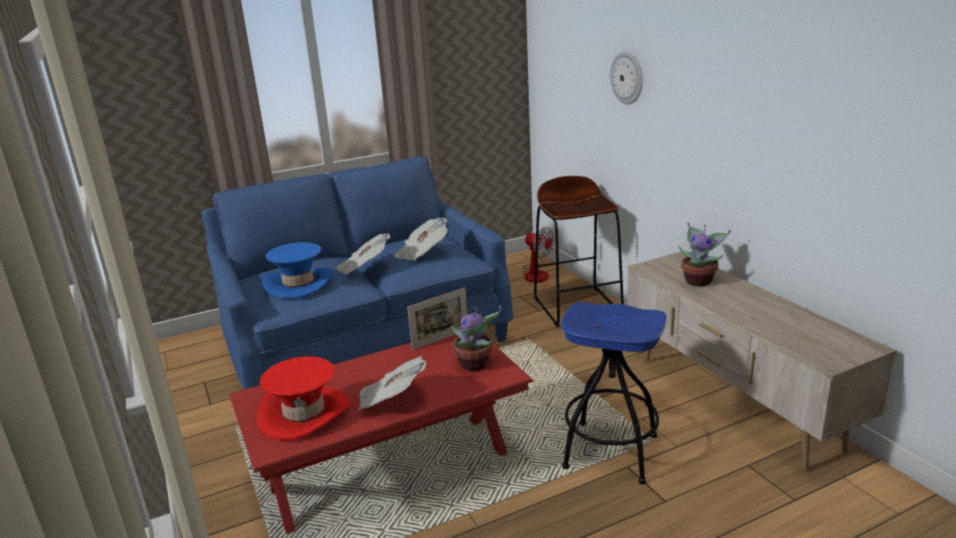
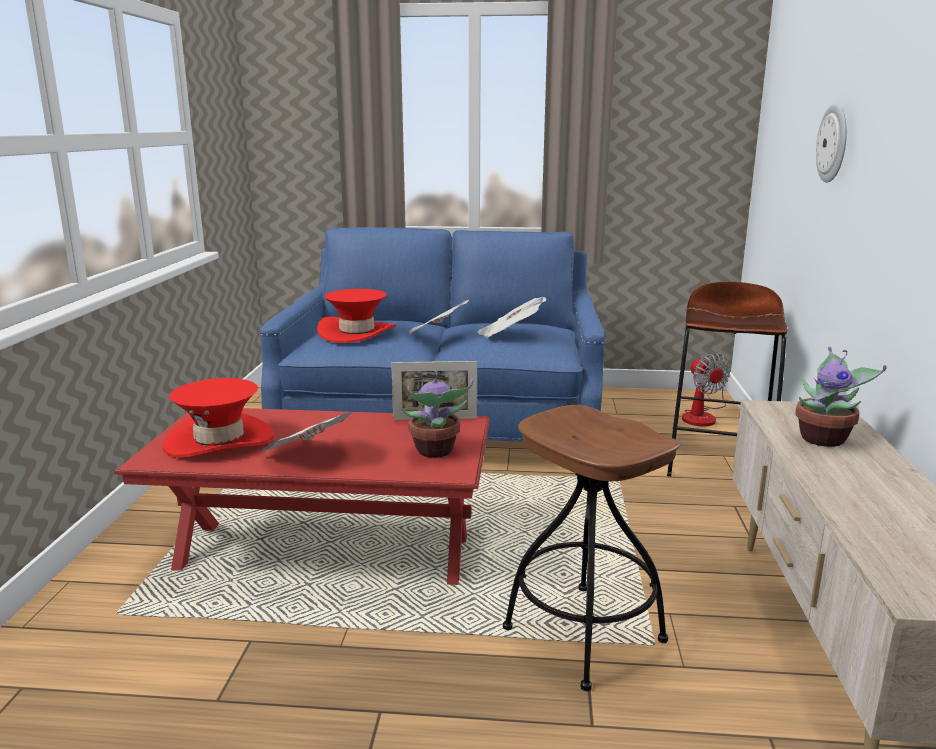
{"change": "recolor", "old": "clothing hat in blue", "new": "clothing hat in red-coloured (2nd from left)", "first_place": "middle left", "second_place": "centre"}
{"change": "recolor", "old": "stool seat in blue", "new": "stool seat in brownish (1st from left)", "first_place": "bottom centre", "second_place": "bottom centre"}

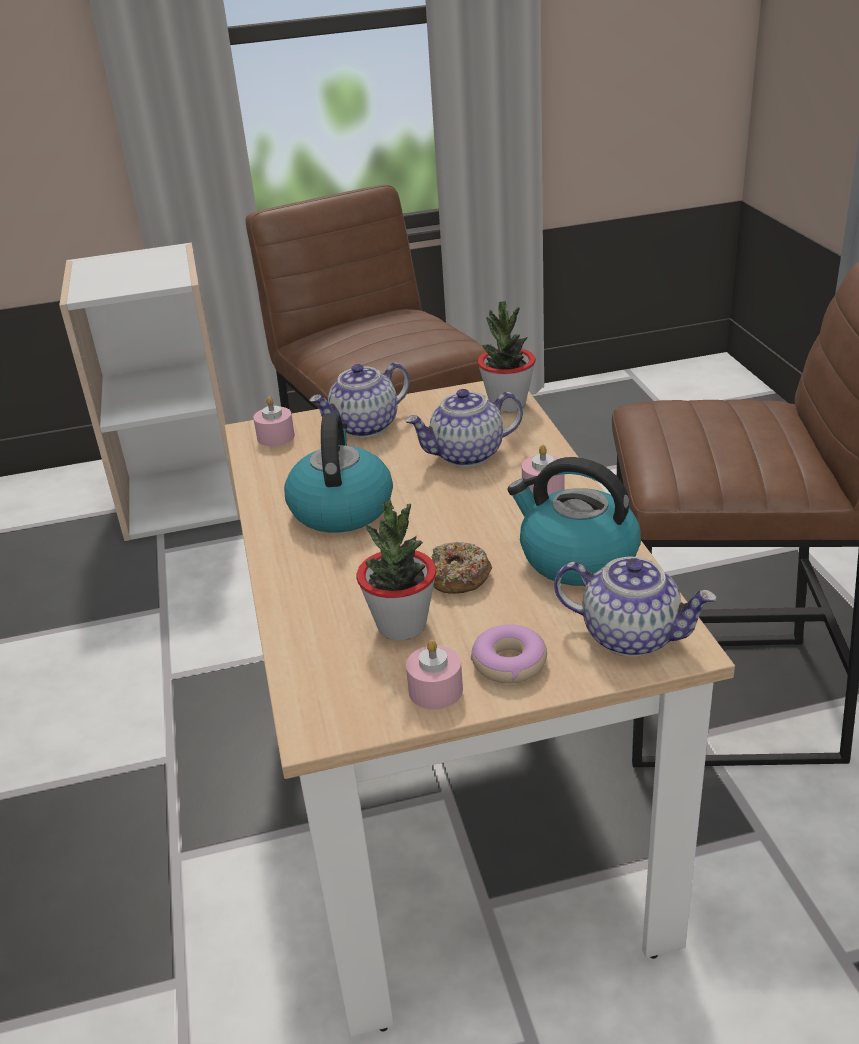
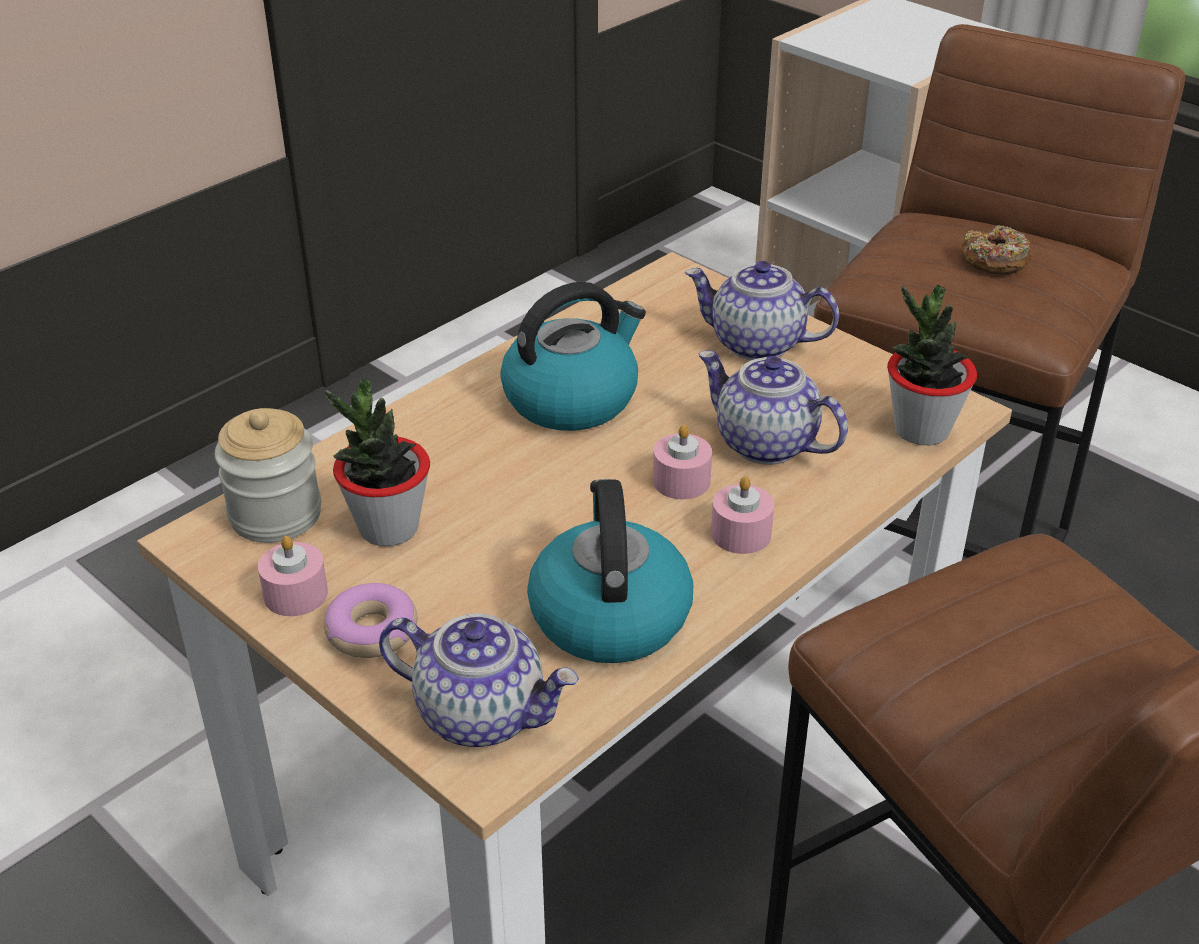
{"change": "insert", "new": "storage jar", "second_place": "middle left"}
{"change": "rotate", "old": "pot for tea (3rd from left in the first image)", "first_place": "middle right", "second_place": "bottom centre", "degrees": -60}
{"change": "move", "old": "candle in pink-coloured (1st from left in the first image)", "new": "candle in pink-coloured (2nd from left)", "first_place": "middle left", "second_place": "centre"}
{"change": "move", "old": "donut (1st from left in the first image)", "new": "donut (2nd from left)", "first_place": "centre", "second_place": "top right"}

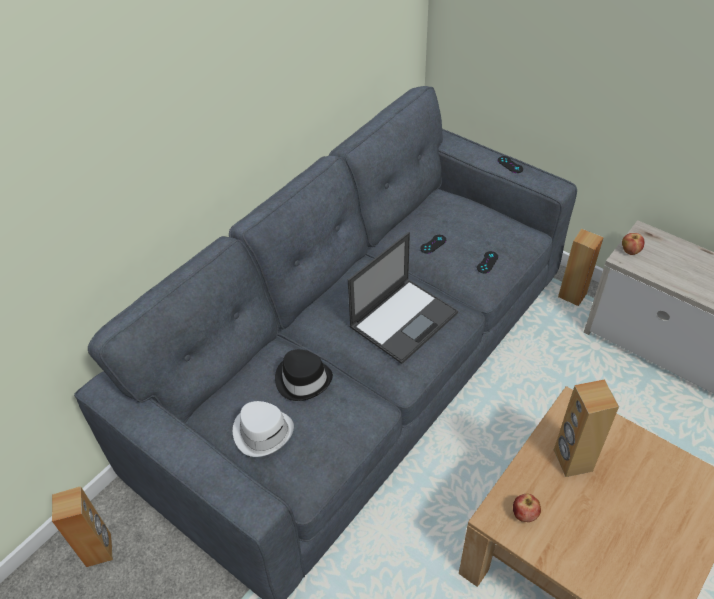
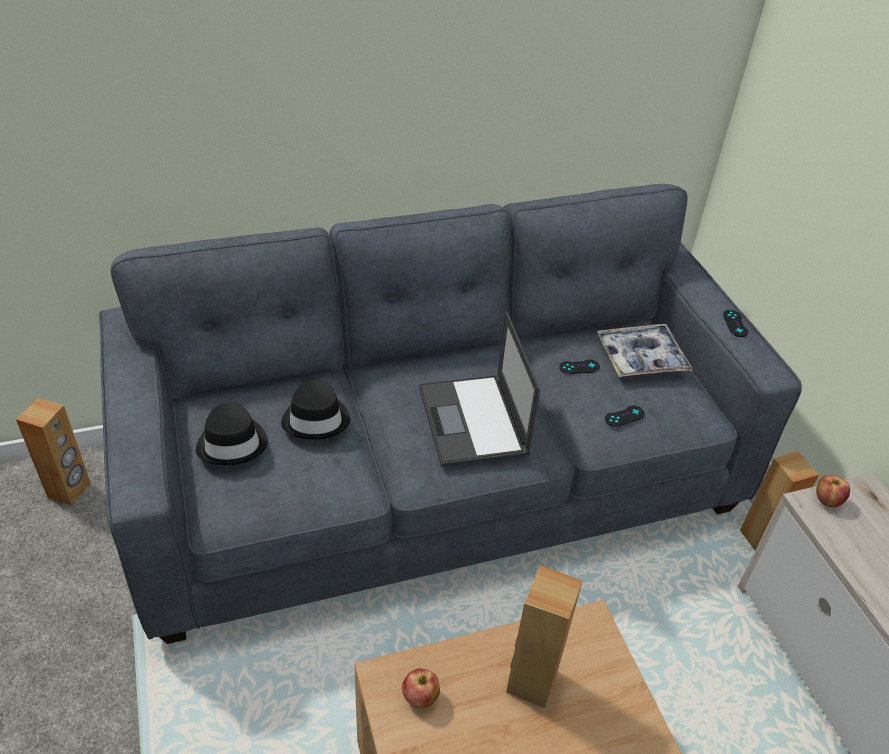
{"change": "recolor", "old": "clothing hat in white-coloured", "new": "clothing hat in black (1st from left)", "first_place": "bottom centre", "second_place": "middle left"}
{"change": "rotate", "old": "portable computer", "first_place": "centre", "second_place": "centre", "degrees": 90}
{"change": "insert", "new": "tray", "second_place": "middle right"}

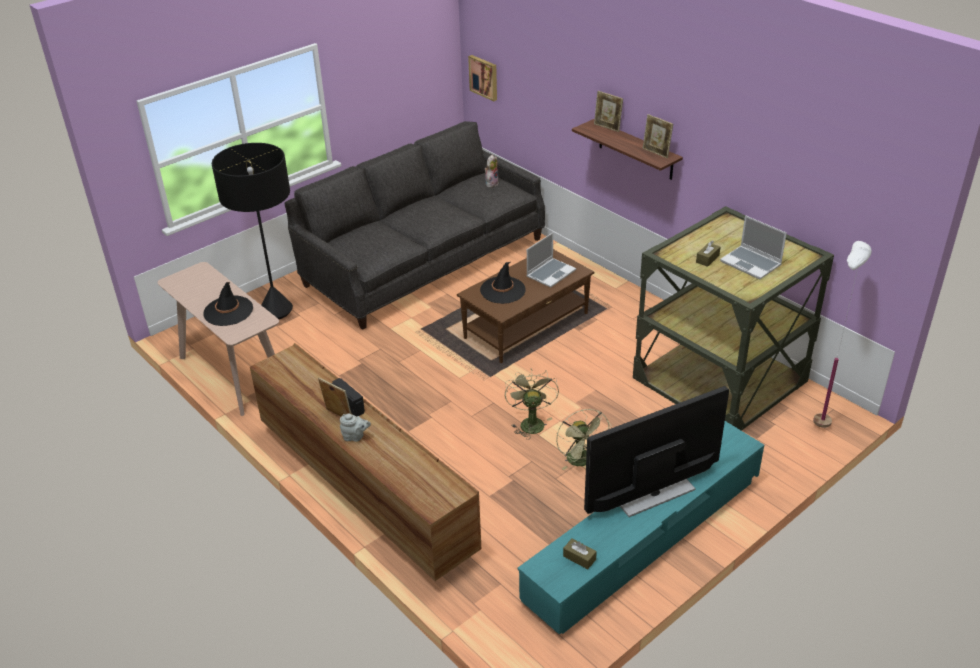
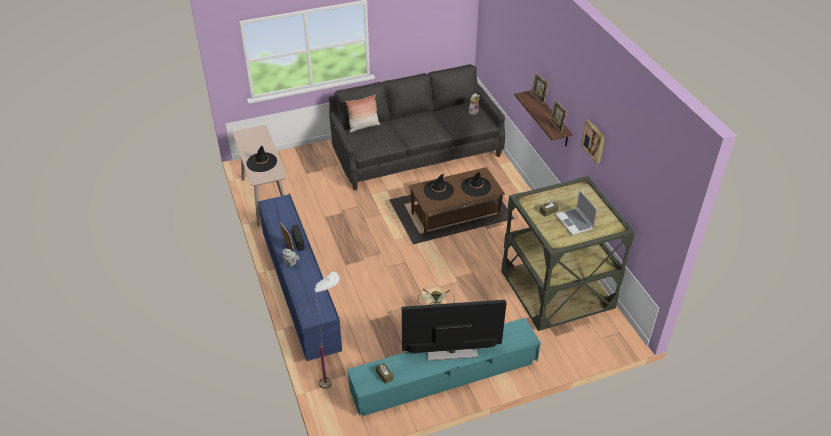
{"change": "recolor", "old": "cupboard in brownish", "new": "cupboard in blue", "first_place": "bottom centre", "second_place": "centre"}
{"change": "move", "old": "standard lamp in white-coloured", "first_place": "middle right", "second_place": "bottom centre"}
{"change": "insert", "new": "throw pillow", "second_place": "top centre"}
{"change": "replace", "old": "portable computer (1st from left)", "new": "clothing hat in black (3rd from left)", "first_place": "centre", "second_place": "centre"}
{"change": "move", "old": "wall art", "first_place": "top centre", "second_place": "top right"}
{"change": "delete", "old": "standard lamp in black", "first_place": "middle left"}
{"change": "delete", "old": "electric fan in greenish (1st from left)", "first_place": "centre"}

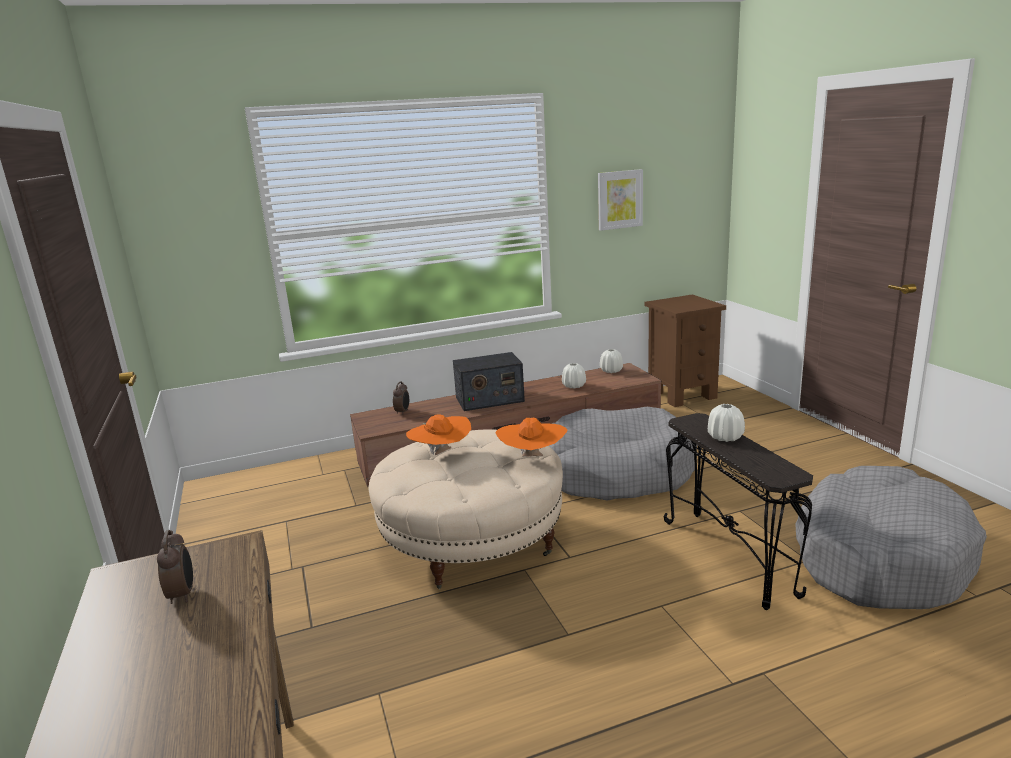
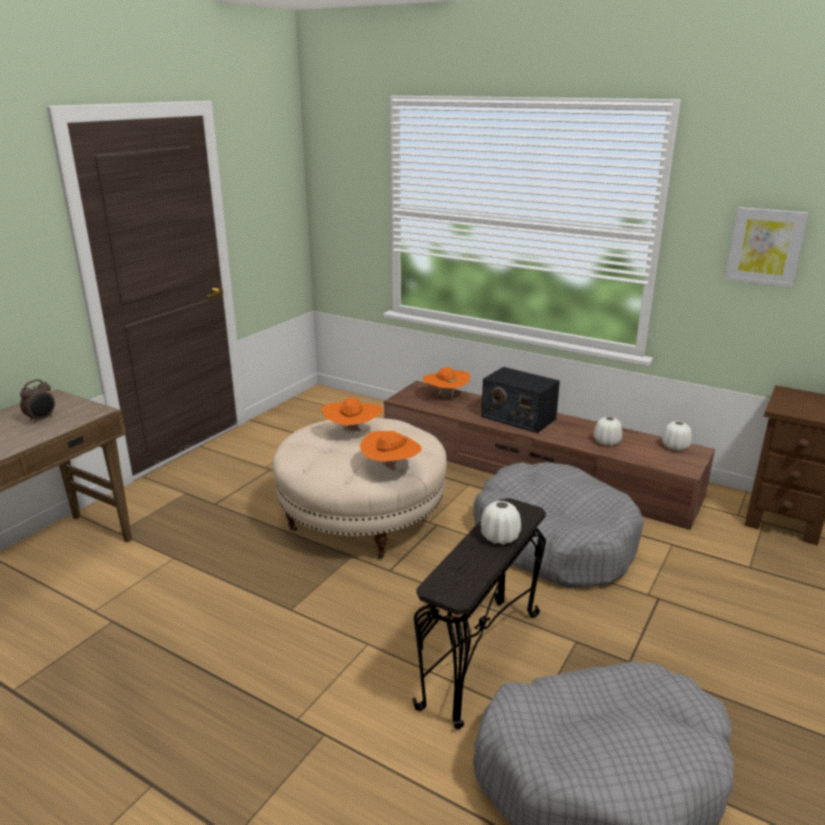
{"change": "replace", "old": "table clock (2nd from left)", "new": "clothing hat in orange-coloured (3rd from left)", "first_place": "centre", "second_place": "centre"}

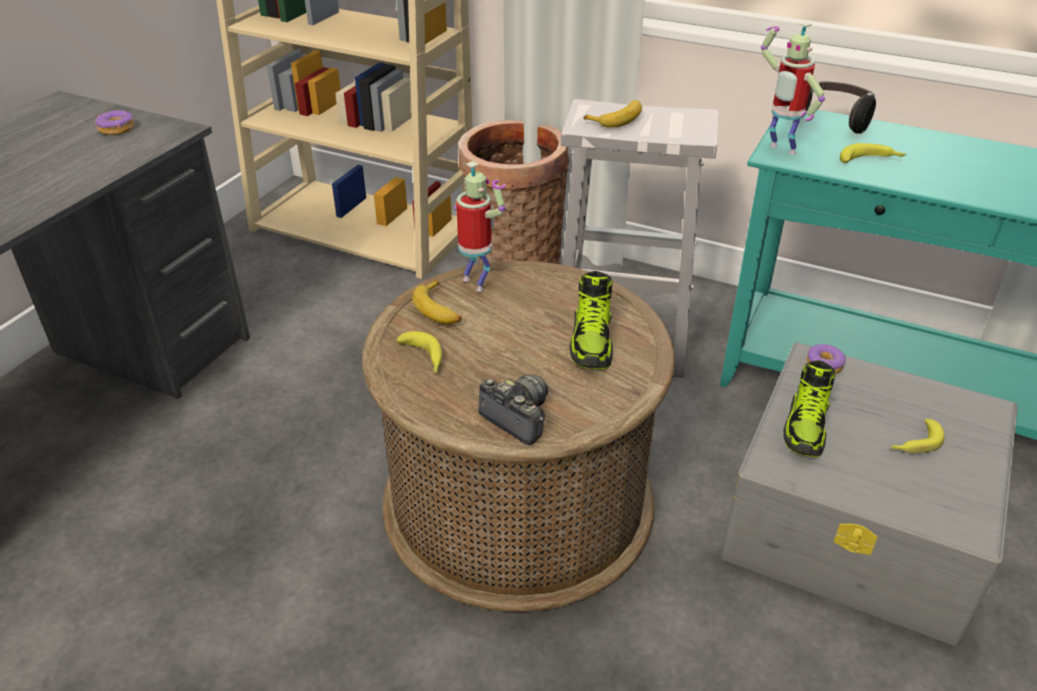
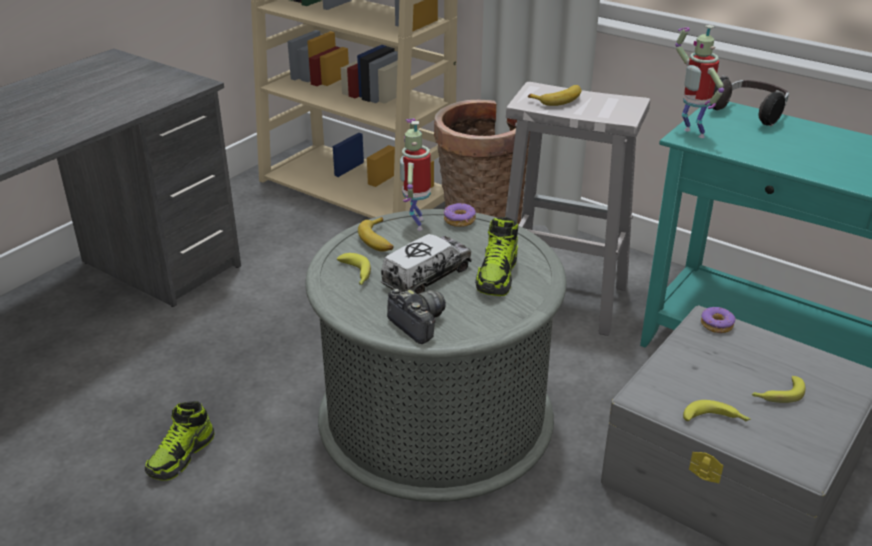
{"change": "move", "old": "low shoe (2nd from left in the first image)", "new": "low shoe (1st from left)", "first_place": "middle right", "second_place": "bottom left"}
{"change": "recolor", "old": "coffee table in brownish", "new": "coffee table in gray", "first_place": "centre", "second_place": "centre"}
{"change": "insert", "new": "model truck", "second_place": "centre"}
{"change": "rotate", "old": "toy robot (1st from left)", "first_place": "top centre", "second_place": "top centre", "degrees": -150}
{"change": "move", "old": "donut (1st from left)", "first_place": "top left", "second_place": "centre"}
{"change": "move", "old": "banana (4th from left)", "first_place": "top right", "second_place": "bottom right"}

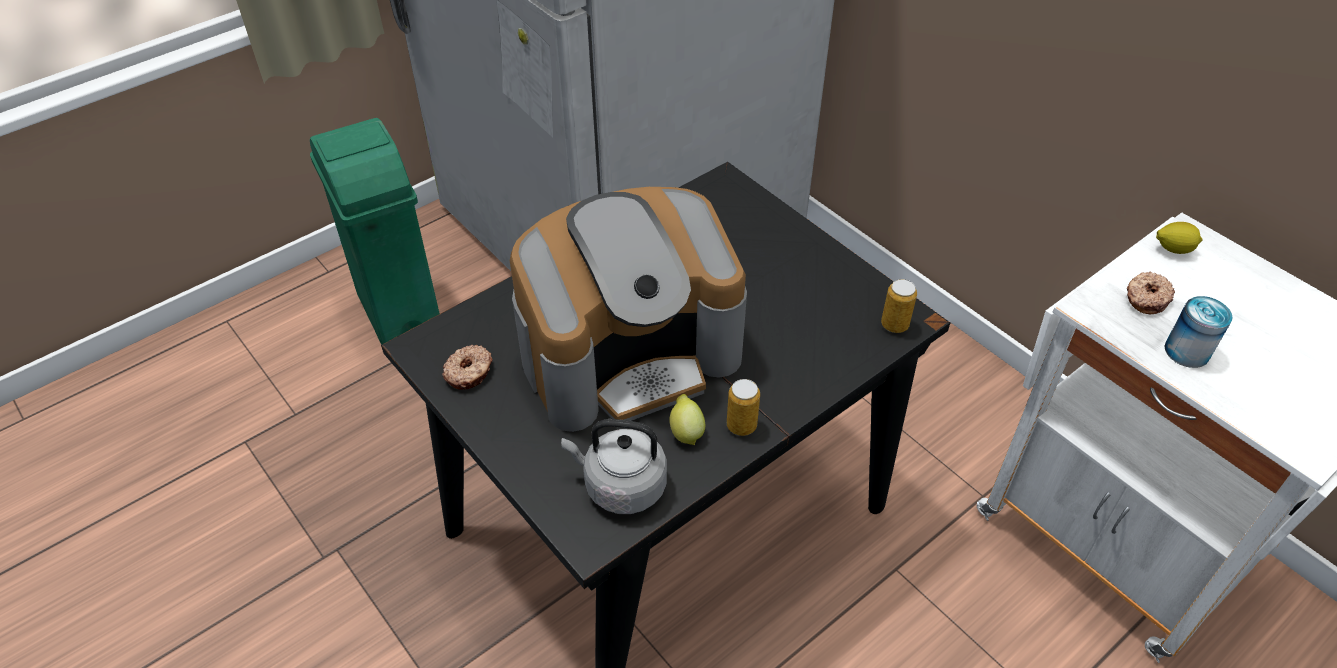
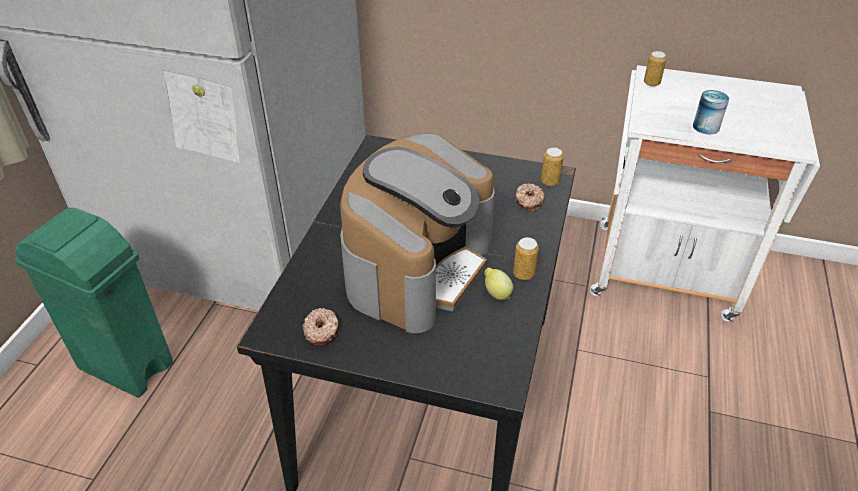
{"change": "move", "old": "donut (2nd from left)", "first_place": "middle right", "second_place": "centre"}
{"change": "replace", "old": "whole lemon (2nd from left)", "new": "metal can (3rd from left)", "first_place": "middle right", "second_place": "top right"}
{"change": "delete", "old": "tea kettle in gray", "first_place": "bottom centre"}

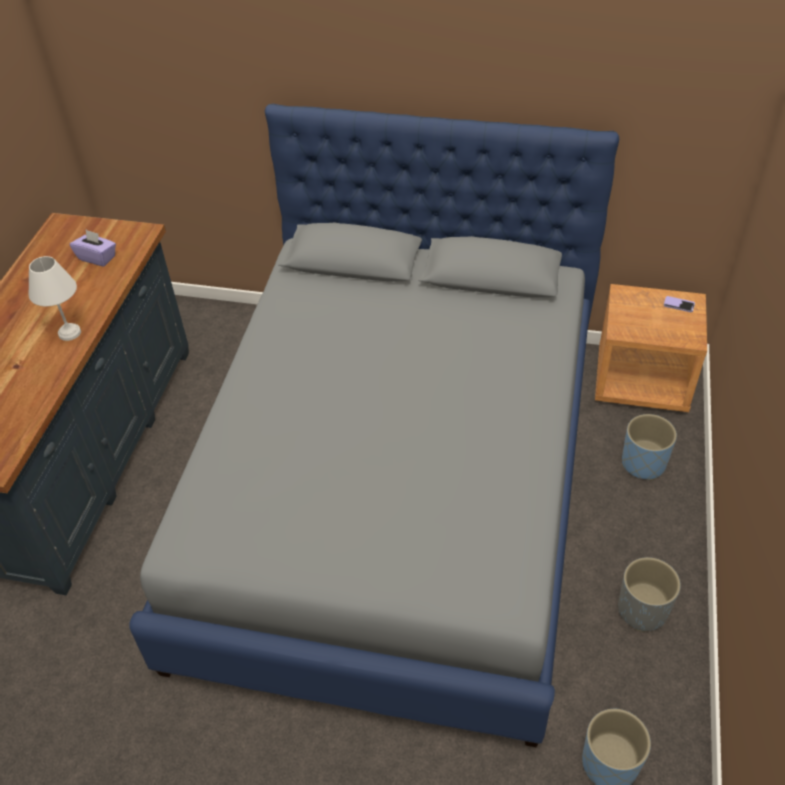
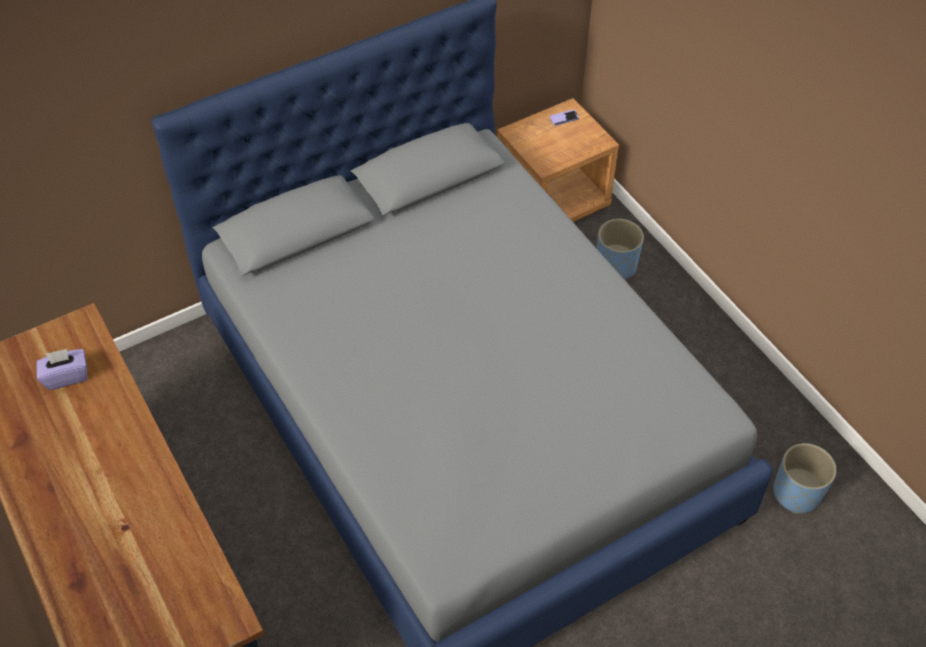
{"change": "delete", "old": "table lamp in white-coloured", "first_place": "middle left"}
{"change": "delete", "old": "planter in gray", "first_place": "bottom right"}

